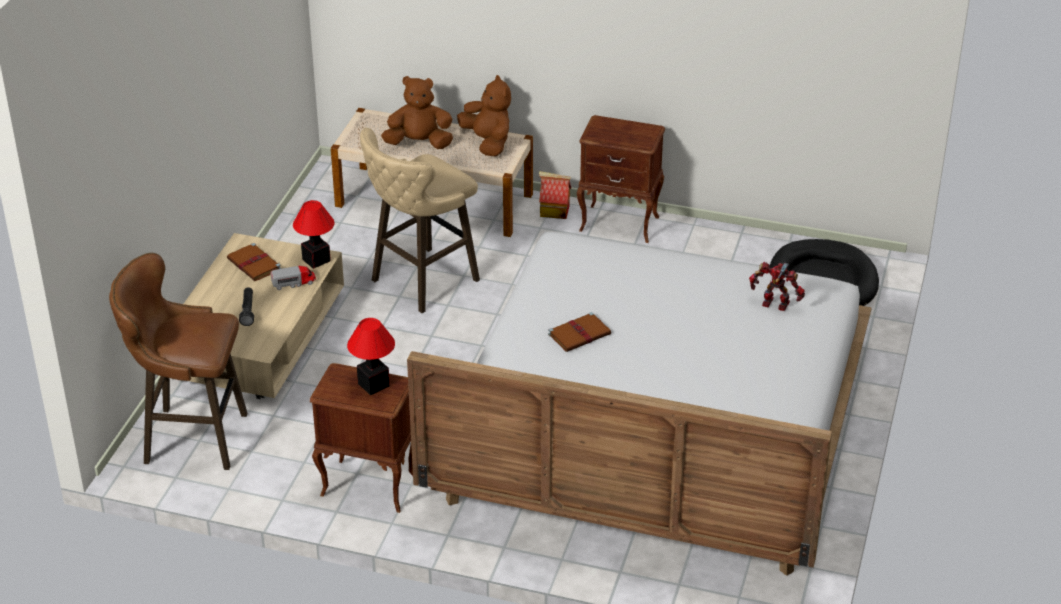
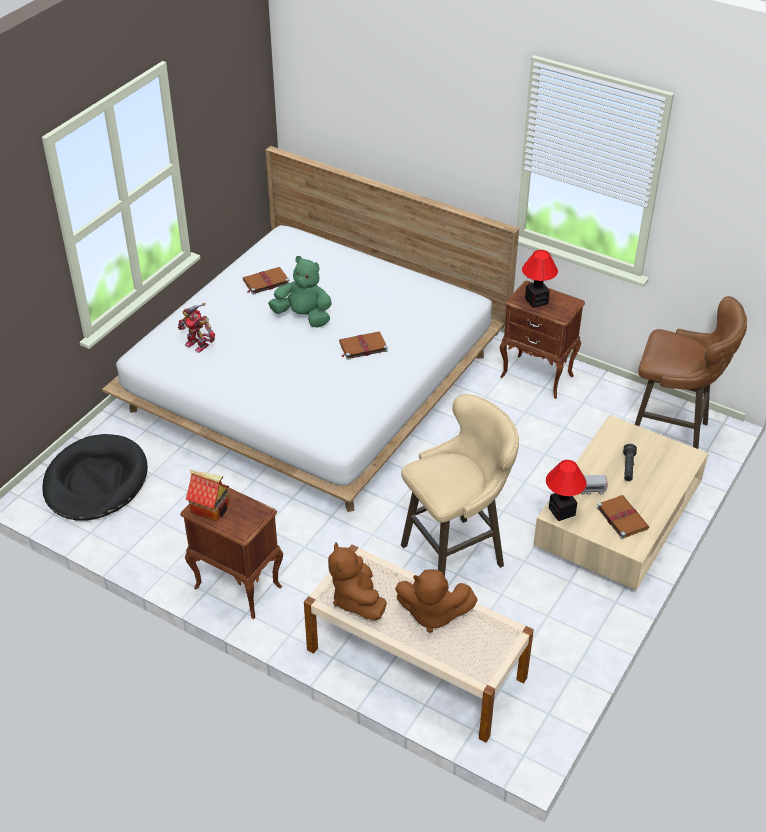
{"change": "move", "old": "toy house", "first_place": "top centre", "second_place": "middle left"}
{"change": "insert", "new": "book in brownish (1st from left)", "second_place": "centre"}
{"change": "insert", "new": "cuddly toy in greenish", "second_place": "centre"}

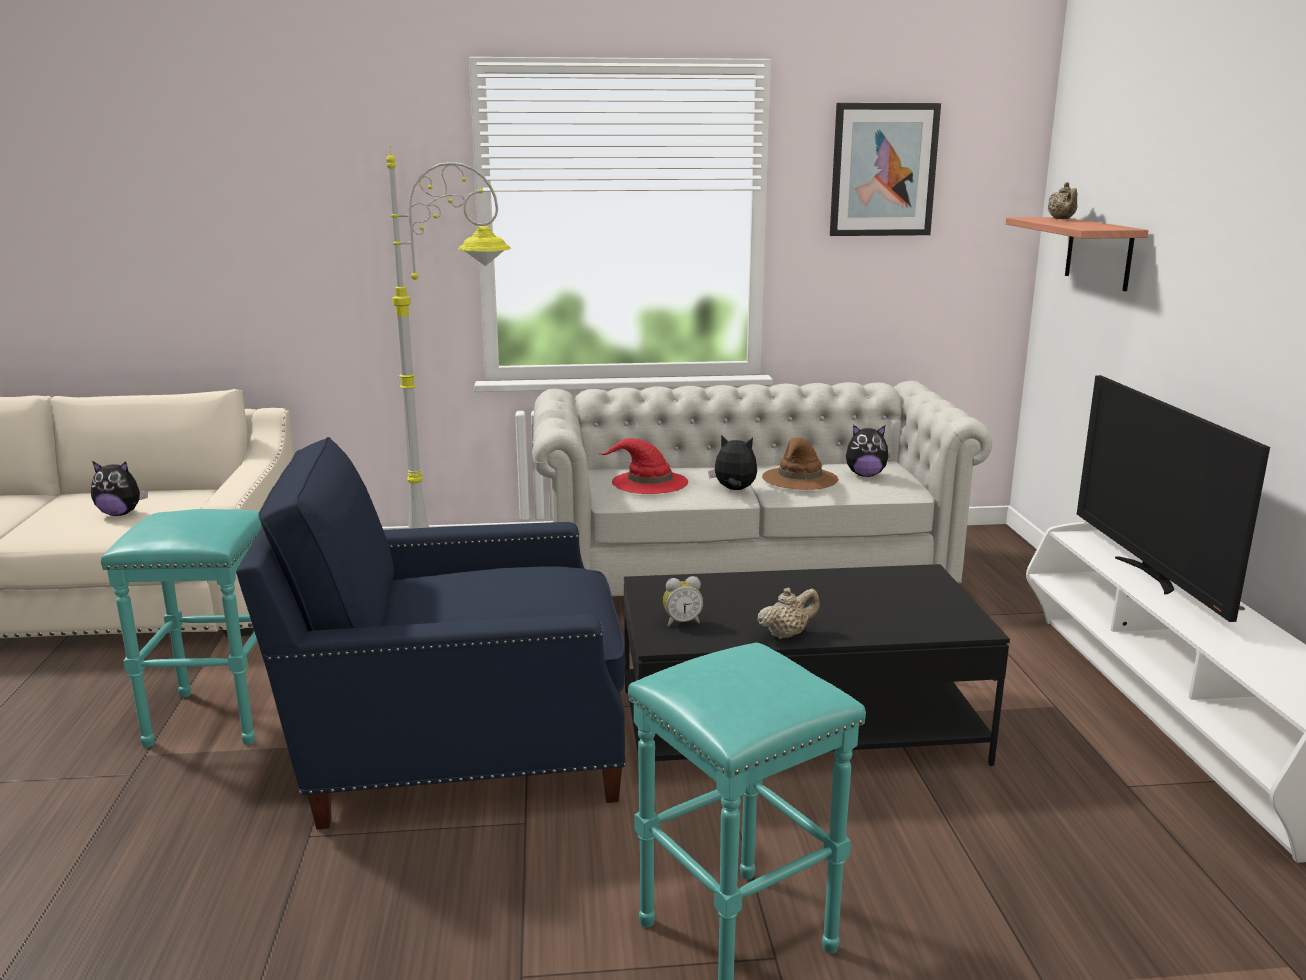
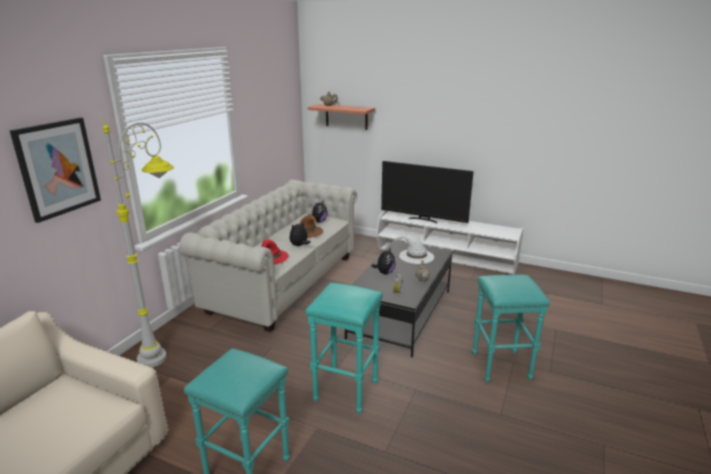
{"change": "move", "old": "wall art", "first_place": "top right", "second_place": "middle left"}
{"change": "replace", "old": "lounge chair in blue", "new": "stool seat in turquoise-coloured (2nd from left)", "first_place": "middle left", "second_place": "bottom centre"}
{"change": "move", "old": "cuddly toy (1st from left in the first image)", "new": "cuddly toy (3rd from left)", "first_place": "middle left", "second_place": "centre"}
{"change": "insert", "new": "clothing hat in white-coloured", "second_place": "centre"}

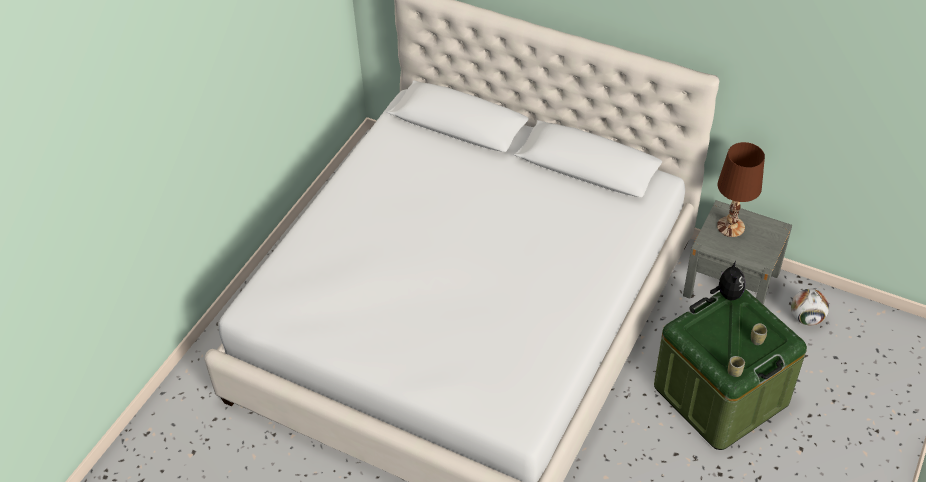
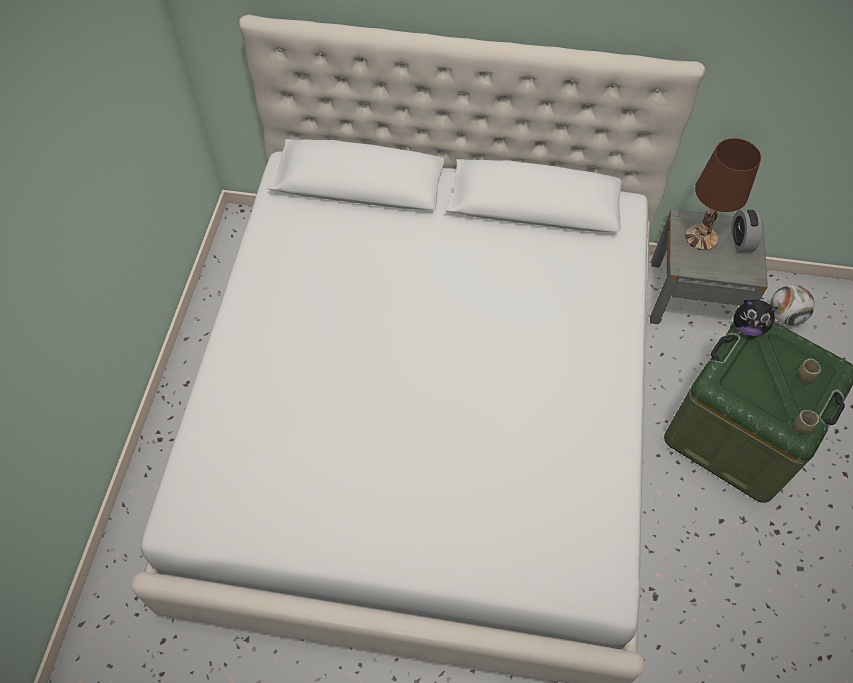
{"change": "insert", "new": "table clock", "second_place": "middle right"}
{"change": "rotate", "old": "cuddly toy", "first_place": "middle right", "second_place": "middle right", "degrees": 120}

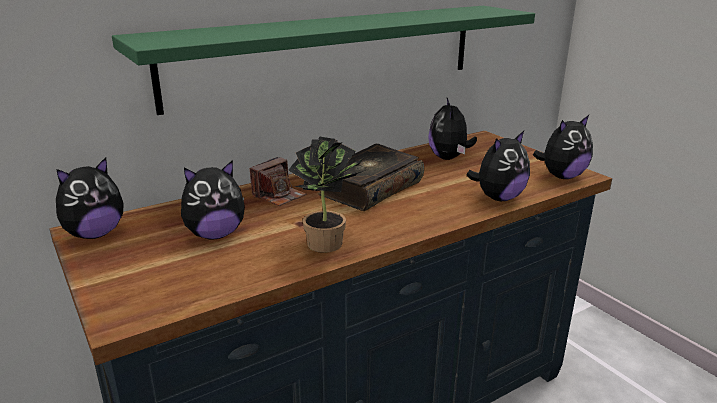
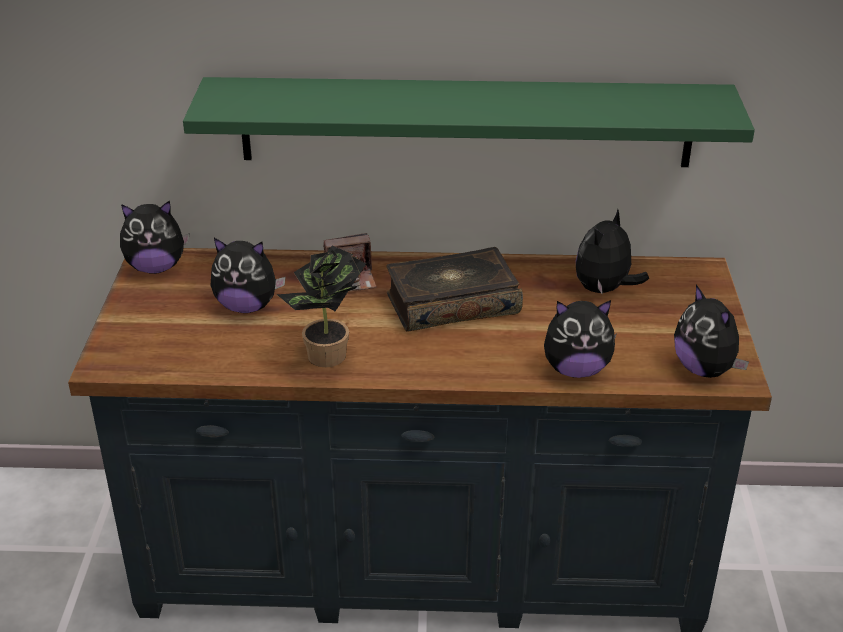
{"change": "rotate", "old": "cuddly toy (5th from left)", "first_place": "middle right", "second_place": "middle right", "degrees": 60}

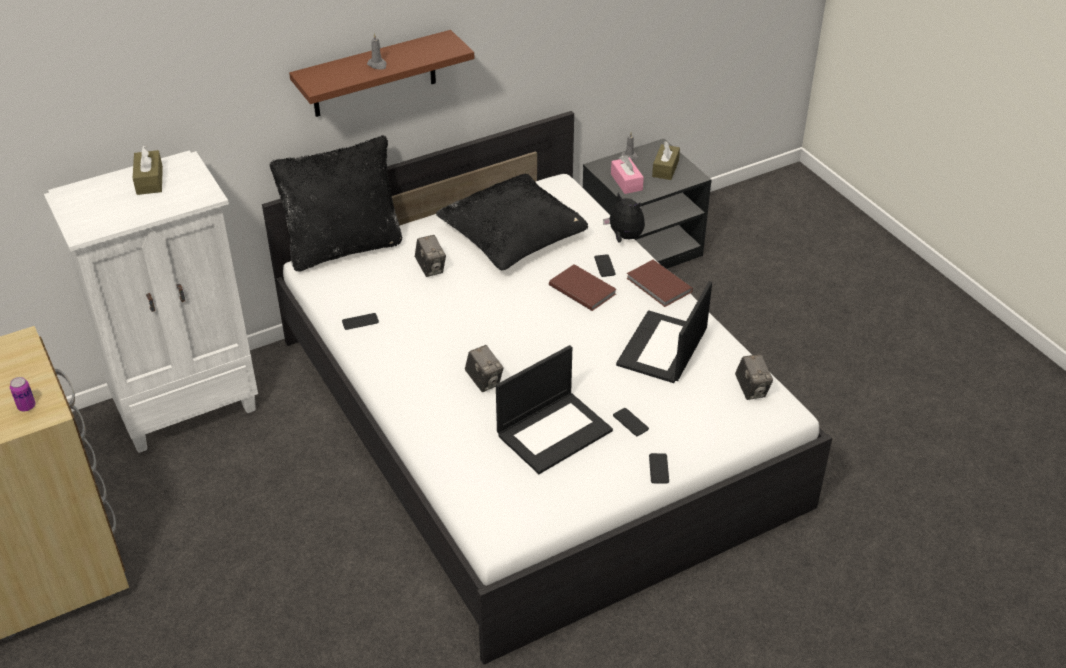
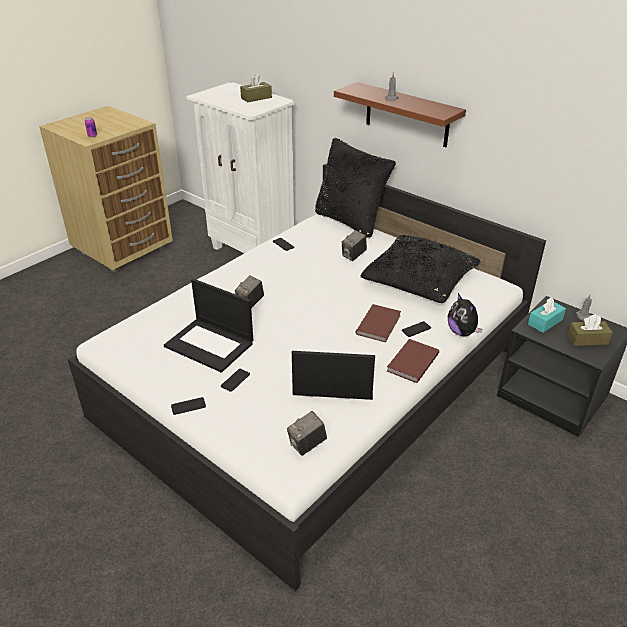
{"change": "rotate", "old": "cuddly toy", "first_place": "top centre", "second_place": "middle right", "degrees": 135}
{"change": "recolor", "old": "tissue holder in pink-coloured", "new": "tissue holder in turquoise-coloured", "first_place": "top centre", "second_place": "middle right"}

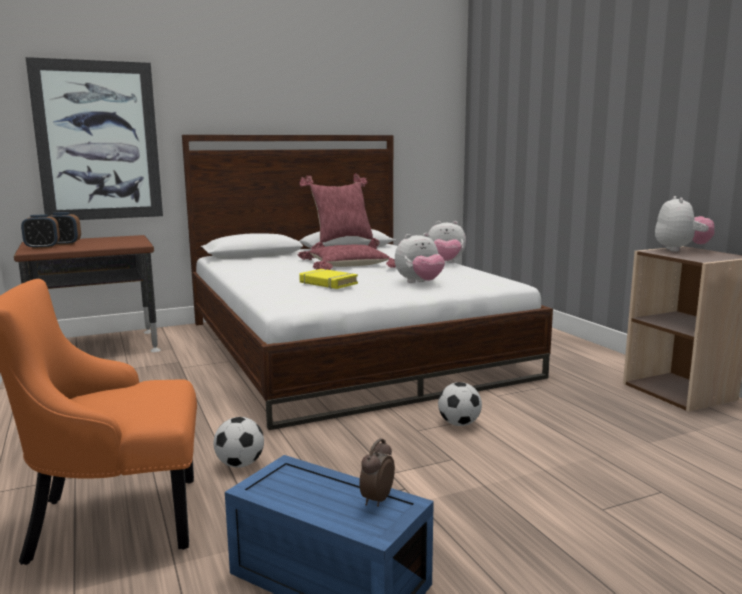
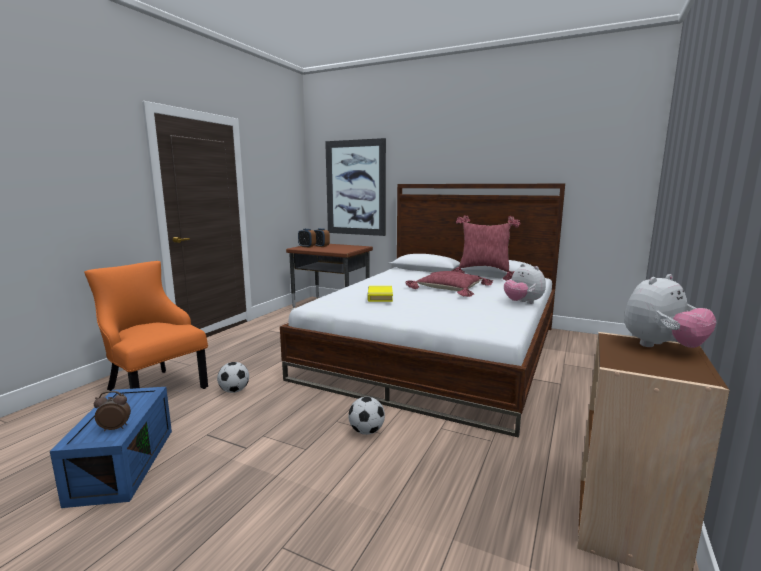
{"change": "delete", "old": "cuddly toy (1st from left)", "first_place": "centre"}

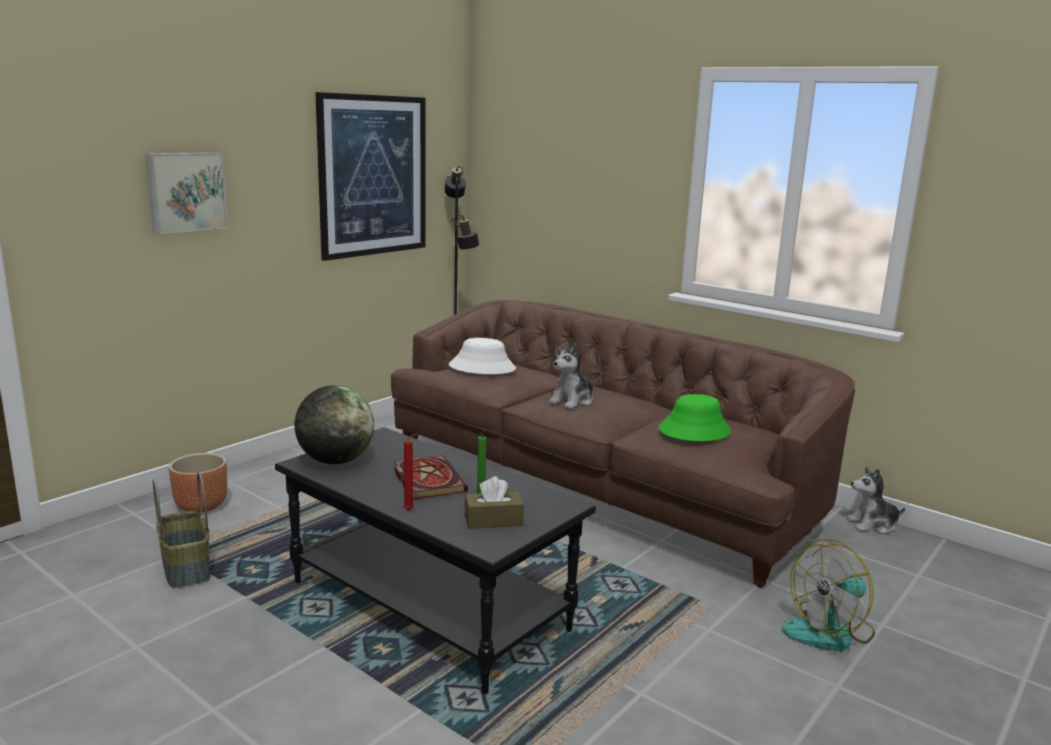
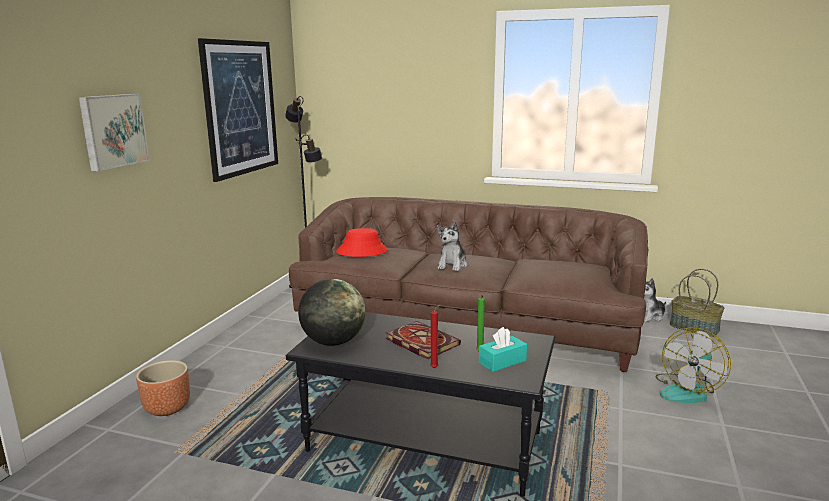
{"change": "recolor", "old": "clothing hat in white-coloured", "new": "clothing hat in red-coloured", "first_place": "centre", "second_place": "centre"}
{"change": "recolor", "old": "tissue holder in brownish", "new": "tissue holder in turquoise-coloured", "first_place": "bottom centre", "second_place": "bottom centre"}
{"change": "move", "old": "household basket", "first_place": "bottom left", "second_place": "middle right"}
{"change": "delete", "old": "clothing hat in greenish", "first_place": "centre"}

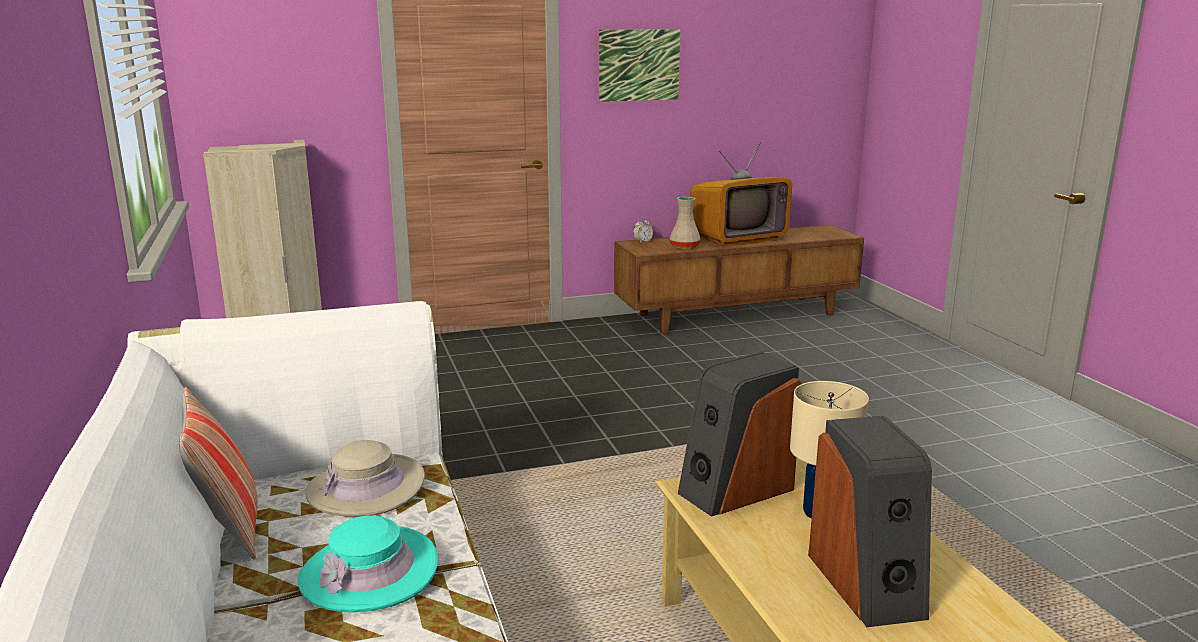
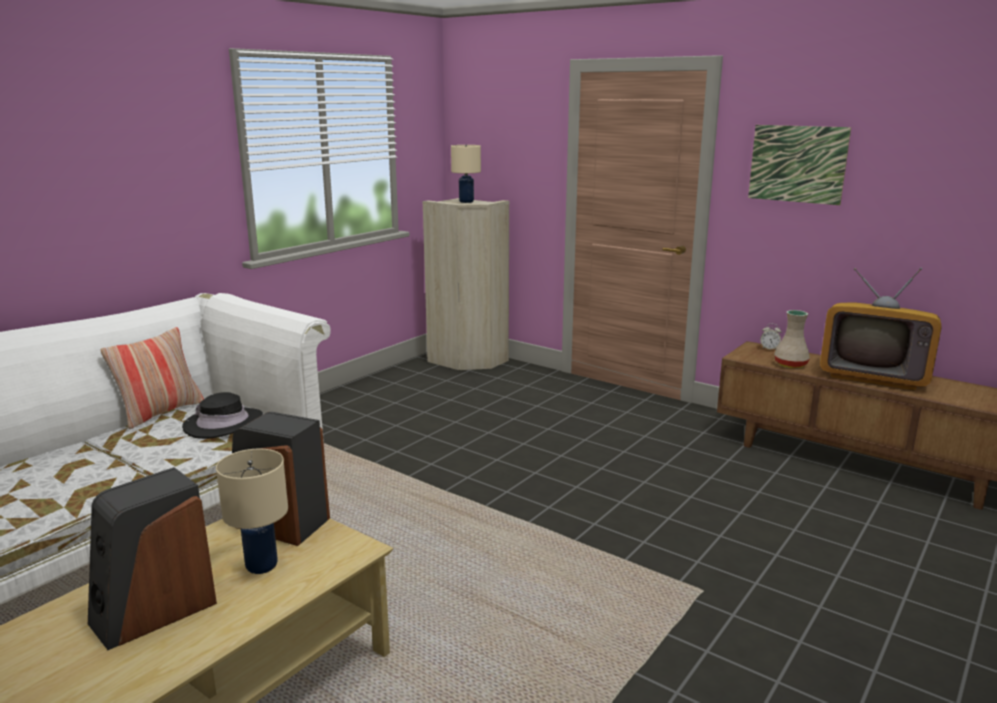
{"change": "recolor", "old": "clothing hat in beige-coloured", "new": "clothing hat in black", "first_place": "bottom left", "second_place": "middle left"}
{"change": "insert", "new": "table lamp in beige-coloured (2nd from left)", "second_place": "top centre"}
{"change": "delete", "old": "clothing hat in turquoise-coloured", "first_place": "bottom left"}

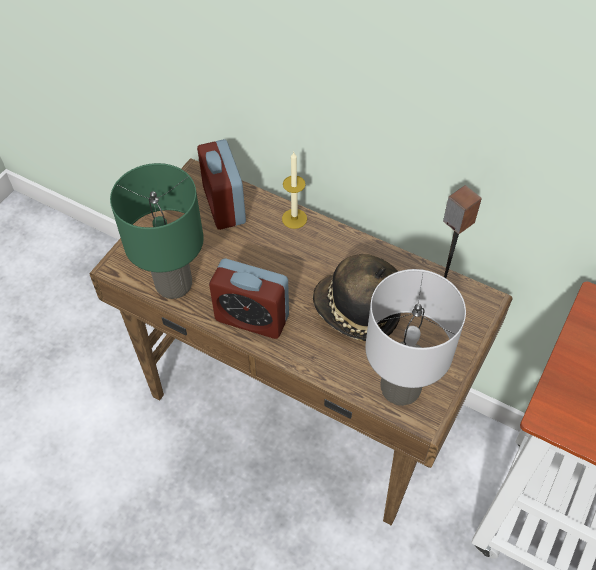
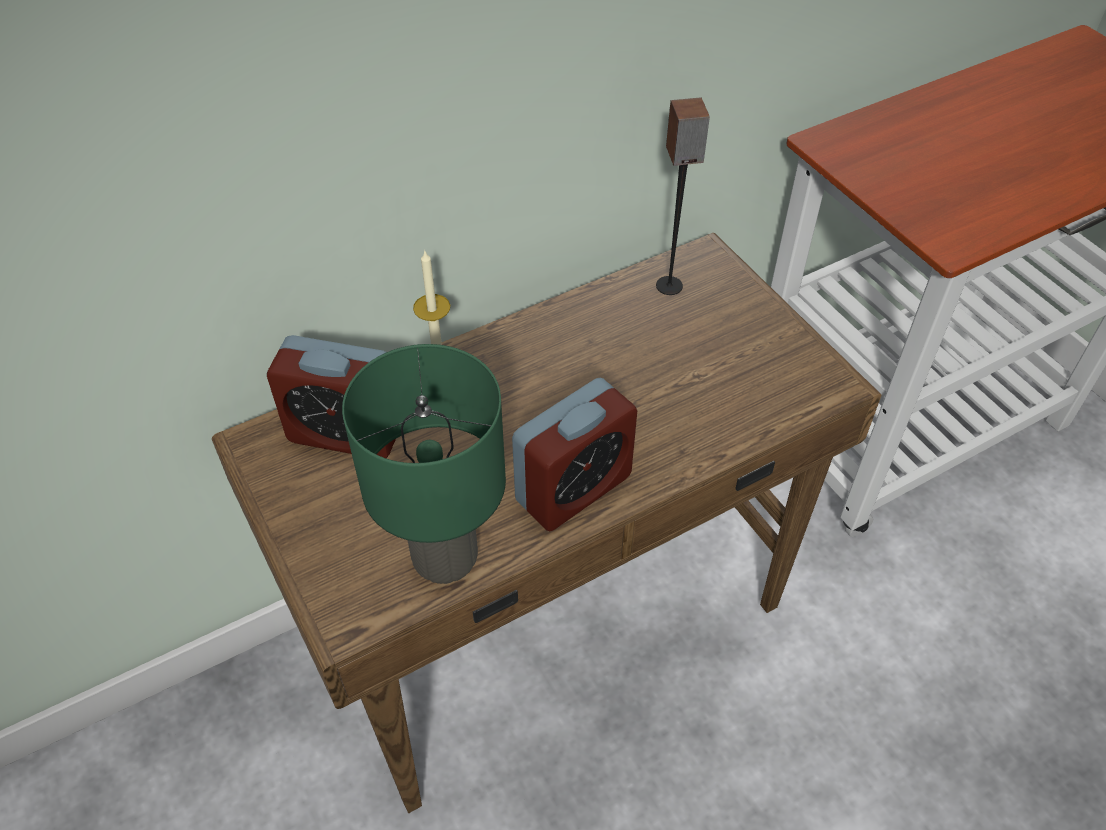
{"change": "delete", "old": "clothing hat", "first_place": "centre"}
{"change": "delete", "old": "table lamp in white-coloured", "first_place": "middle right"}

